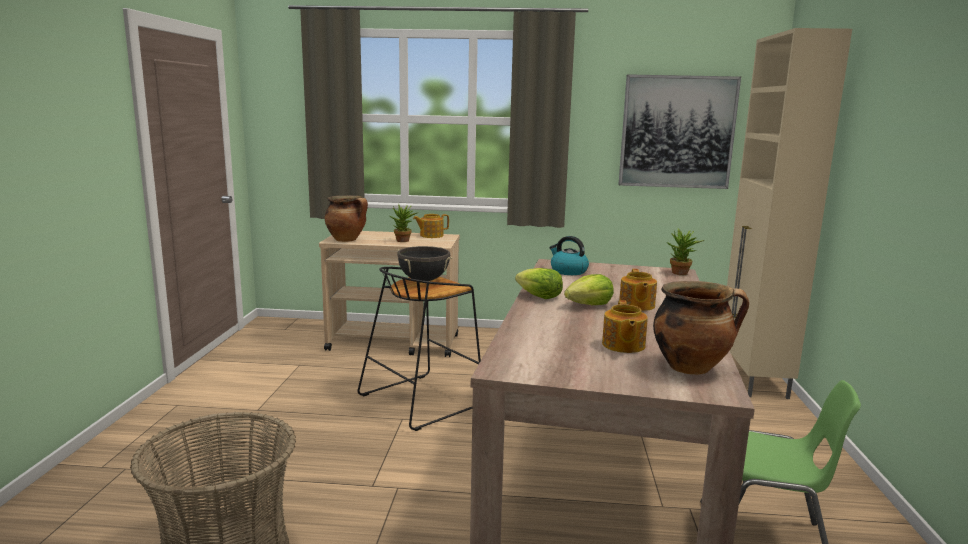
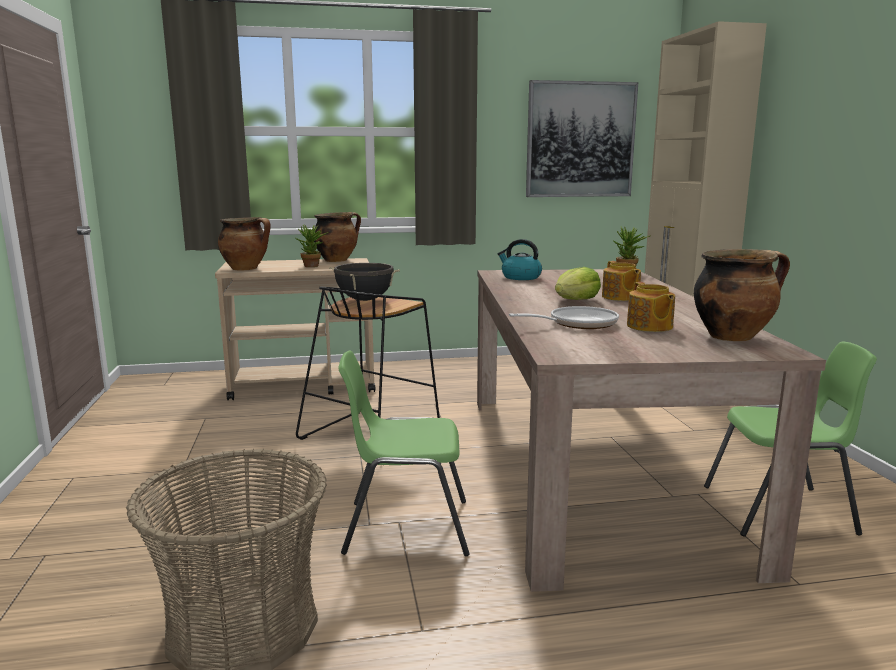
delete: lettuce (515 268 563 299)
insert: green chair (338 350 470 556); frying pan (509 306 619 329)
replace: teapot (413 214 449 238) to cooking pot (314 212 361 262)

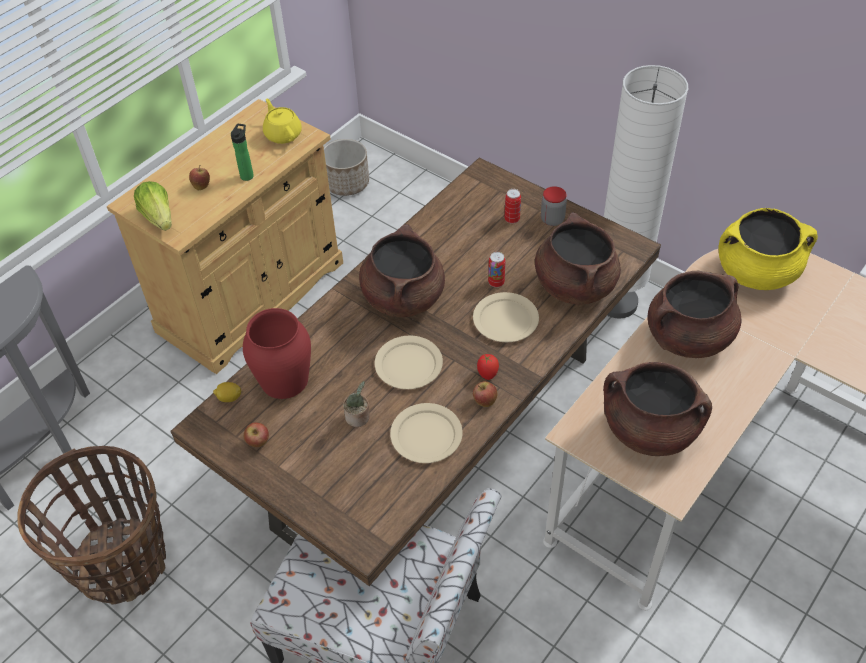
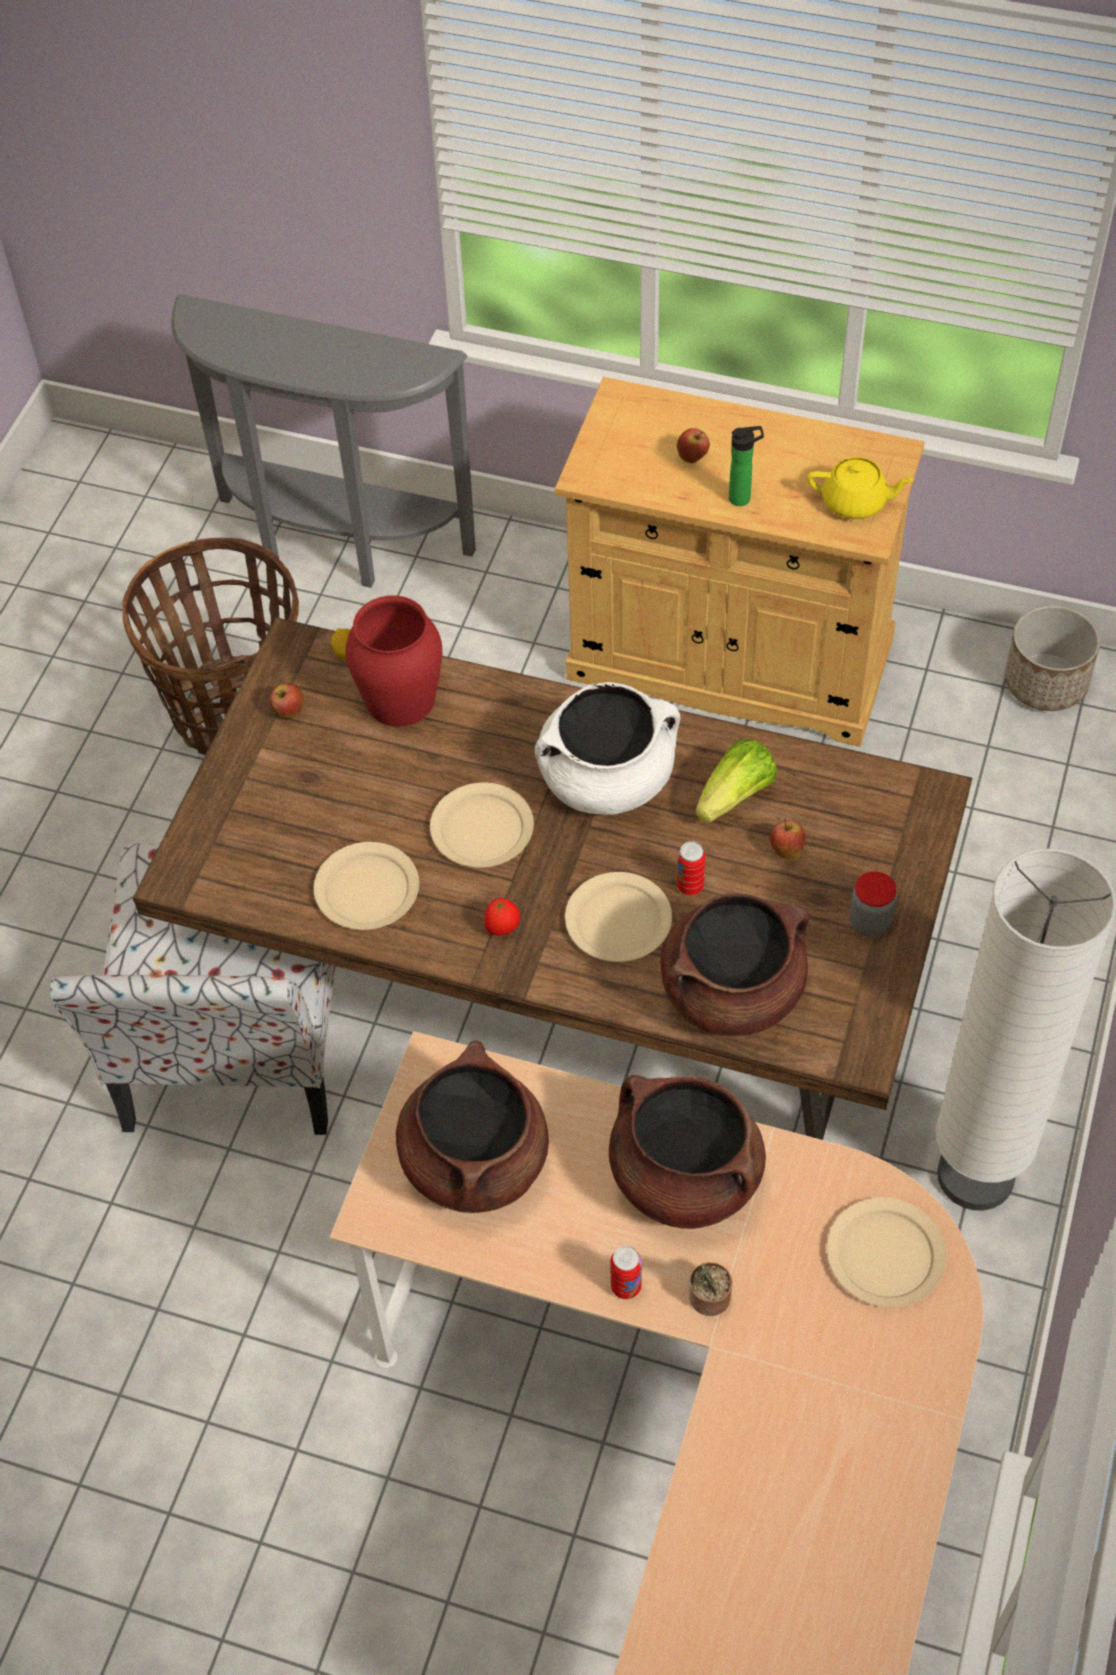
move: lettuce (134 181 172 231) to (696 739 777 823); plant in a pot (343 381 370 427) to (689 1262 733 1316); whole apple (473 381 498 407) to (770 818 806 860); metal can (504 189 521 224) to (610 1246 642 1299)
replace: yellow cooking pot (719 208 818 290) to beige dinner plate (827 1197 946 1308)
recolor: brown cooking pot (359 224 445 317) to white-coloured cooking pot (535 682 680 815)
rotate: yellow teapot (263 98 302 144) = (807 457 914 519) 60 degrees clockwise

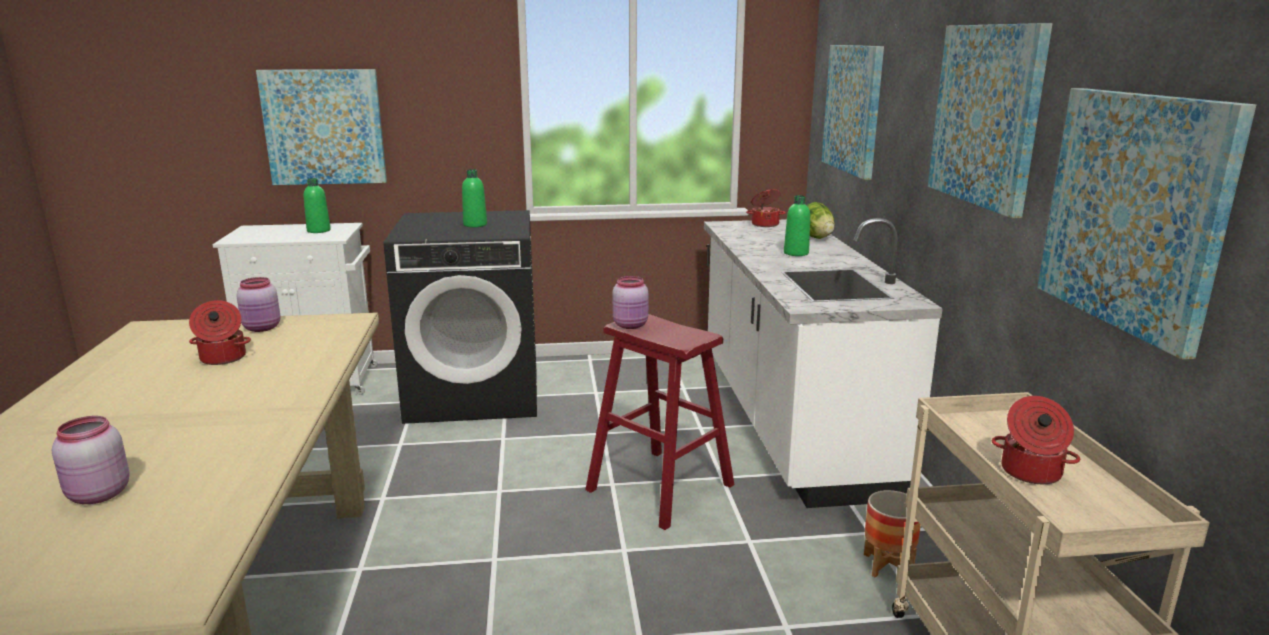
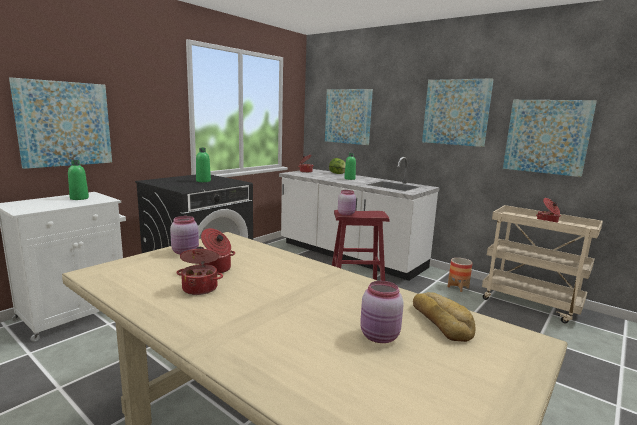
insert: cooking pot (176 247 223 295); bread (413 292 475 342)

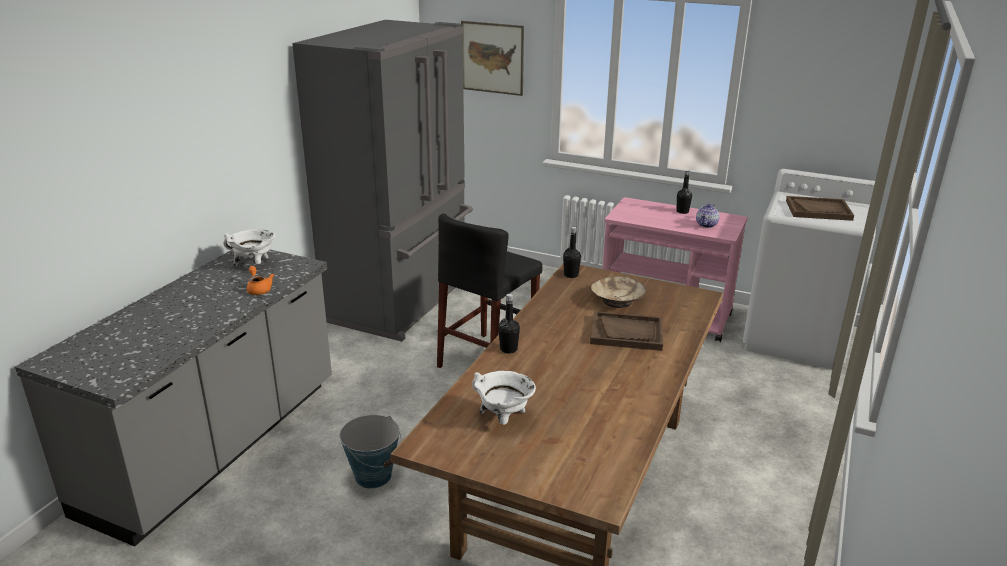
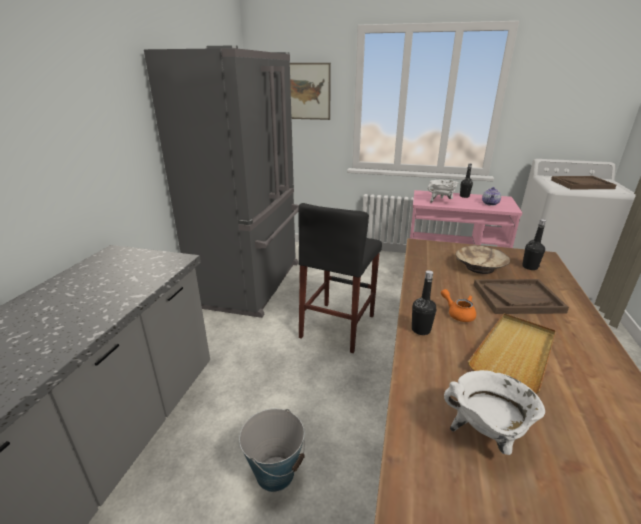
insert: beige tray (468 313 556 394)
move: white-coloured cooking pot (223 229 275 267) to (428 180 459 203); orangey teapot (247 266 274 295) to (441 289 476 322); black beverage bottle (563 227 581 278) to (522 219 546 270)

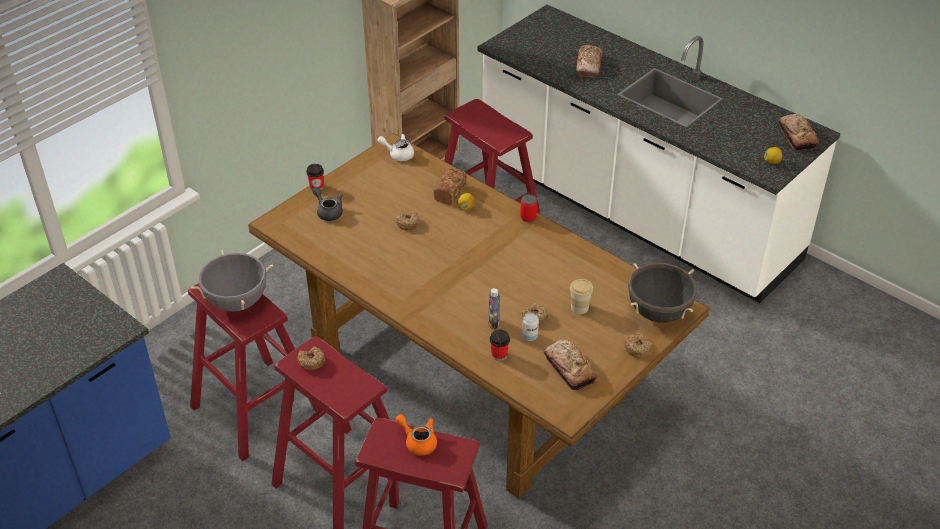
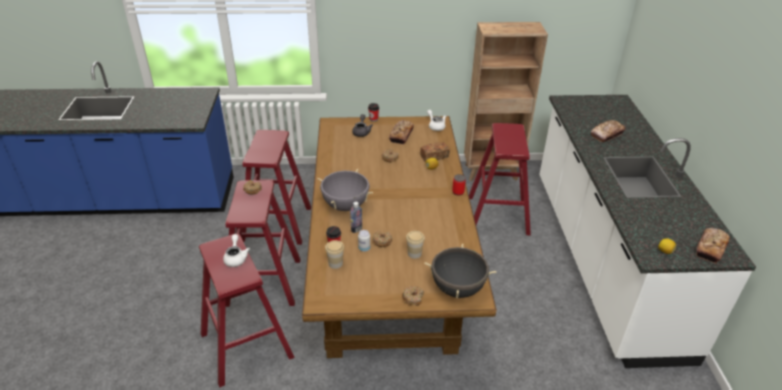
insert: cup (325 240 344 269)
move: gray cooking pot (191 251 273 312) to (318 169 373 211); bread (544 340 597 390) to (389 120 414 144)
recolor: orangey teapot (396 414 437 456) to white-coloured teapot (223 234 250 267)

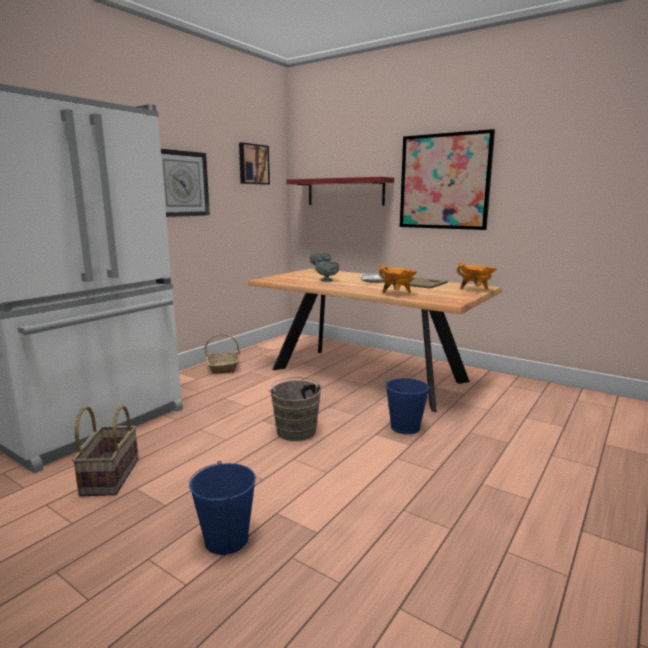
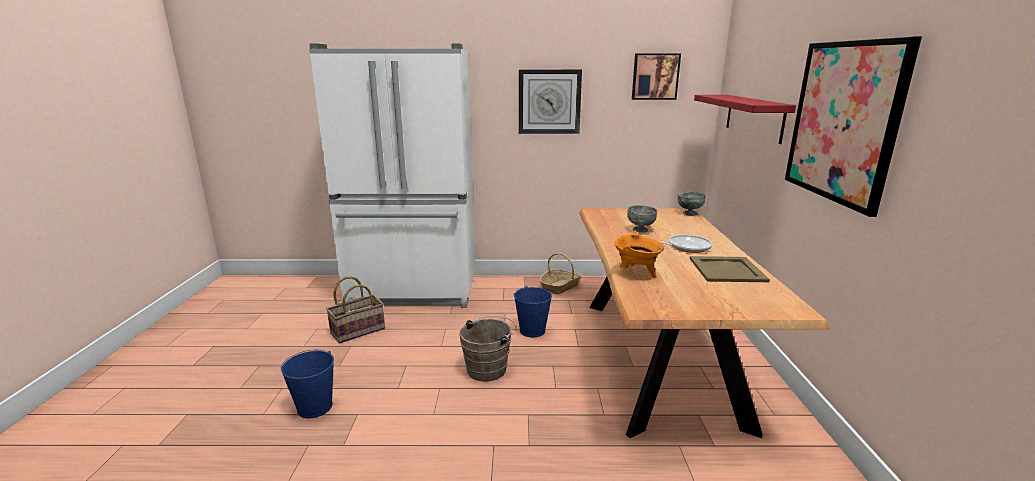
delete: orangey cooking pot (457 262 497 289)
move: blue-coloured pail (385 378 430 434) to (514 286 552 338)

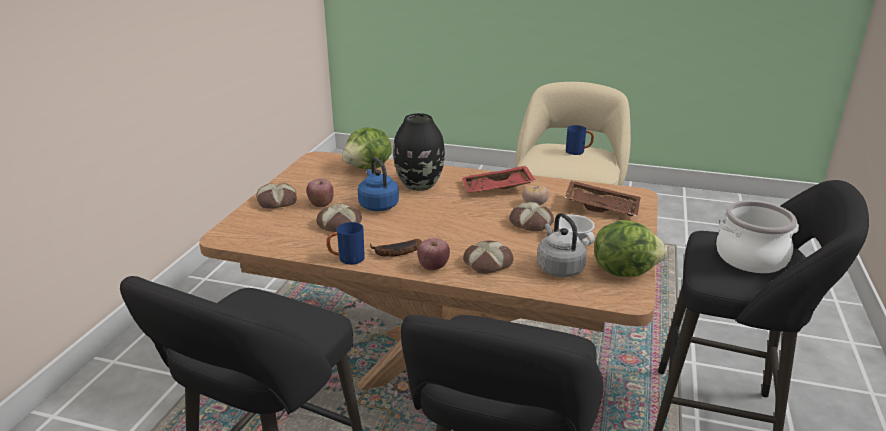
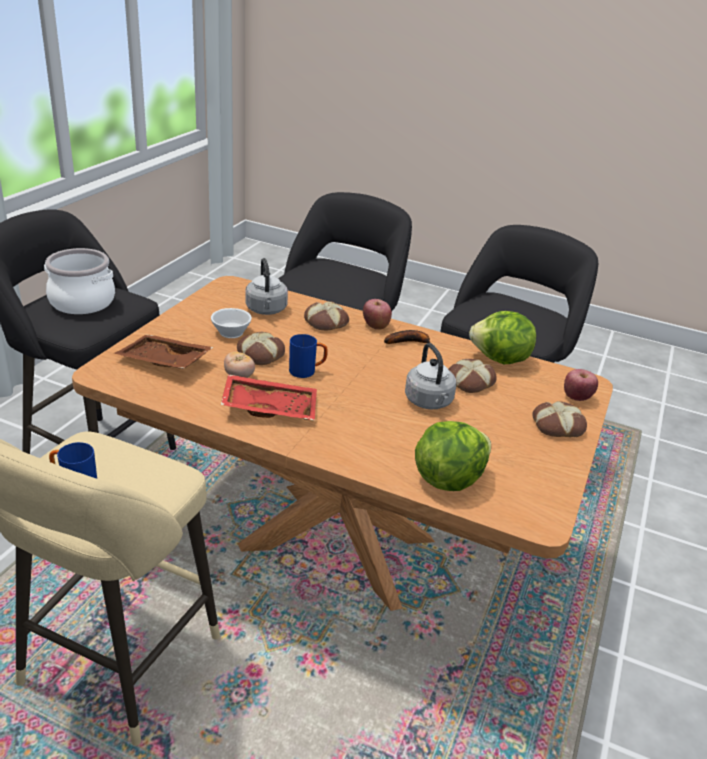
delete: black decorative vase (393 113 445 191)
move: whole apple (306 179 334 207) to (564 369 598 401); blue-coloured tea mug (327 222 365 265) to (289 334 328 378); lettuce (594 220 667 277) to (469 311 536 364)
recolor: blue-coloured water kettle (358 157 399 211) to gray water kettle (405 343 456 409)

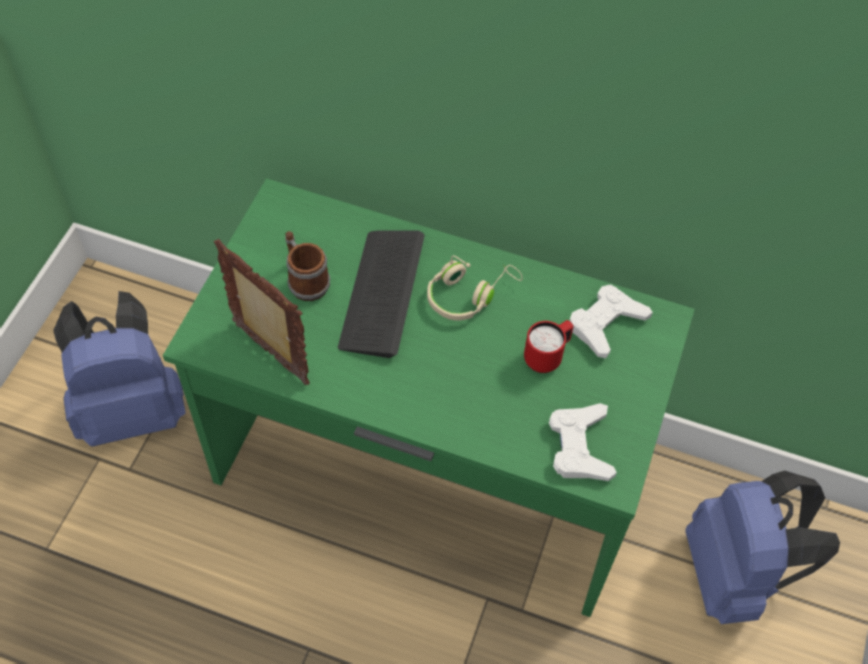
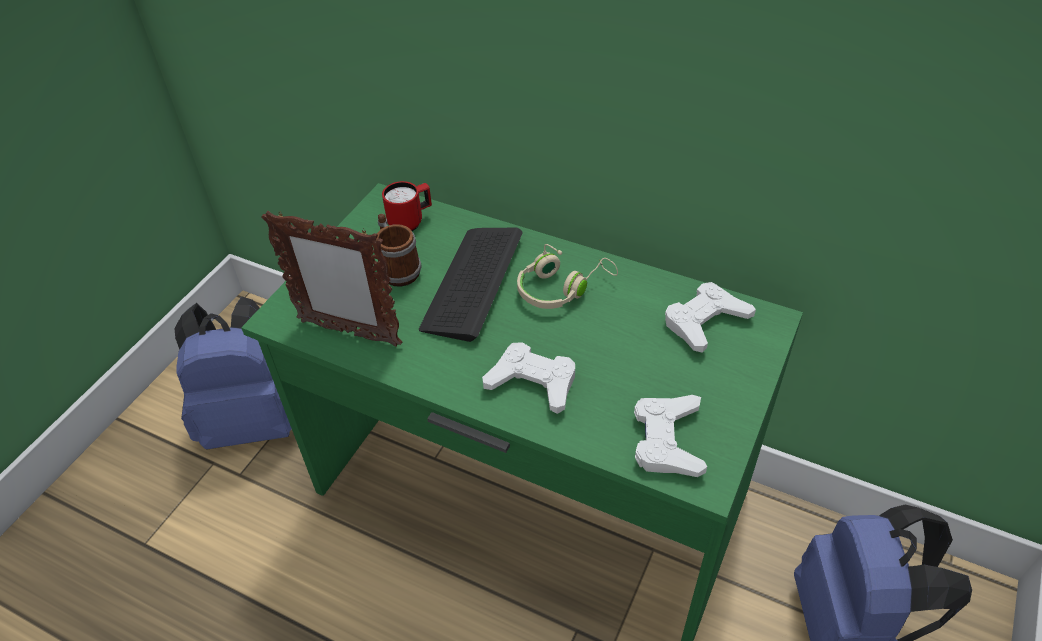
insert: white-coloured gamepad (482 342 575 414)
move: red-coloured tea mug (524 320 574 373) to (382 181 432 231)
rotate: photo frame (214 239 310 385) = (261 211 402 347) 150 degrees clockwise

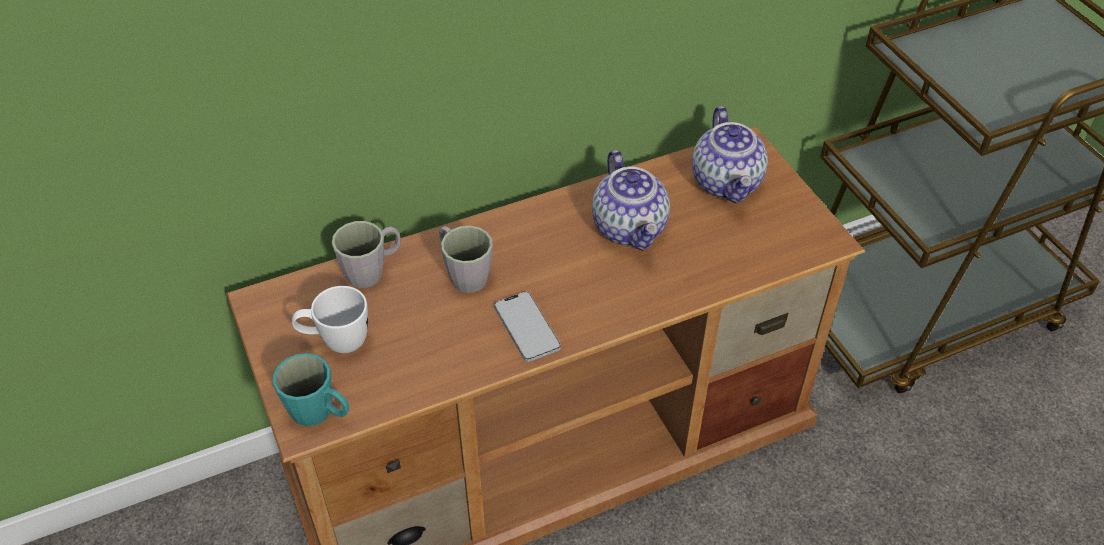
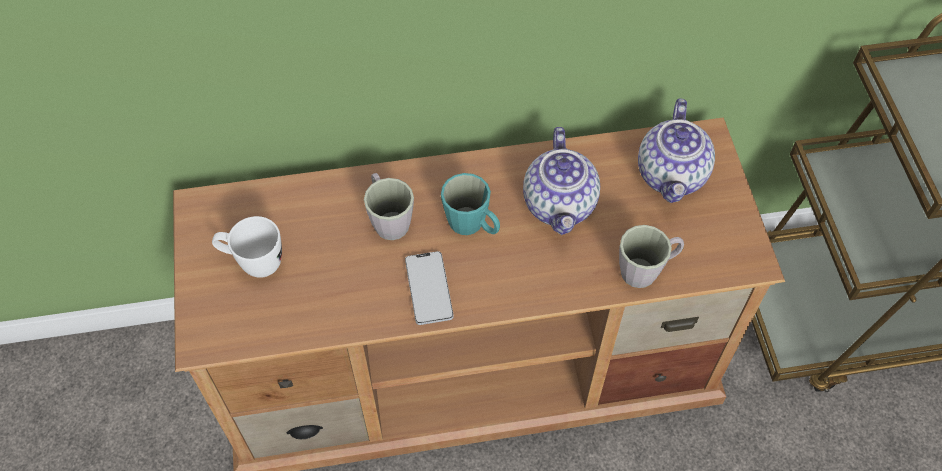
move: turquoise tea mug (273 353 349 426) to (441 173 500 235); gray tea mug (332 221 401 288) to (619 225 684 288)

